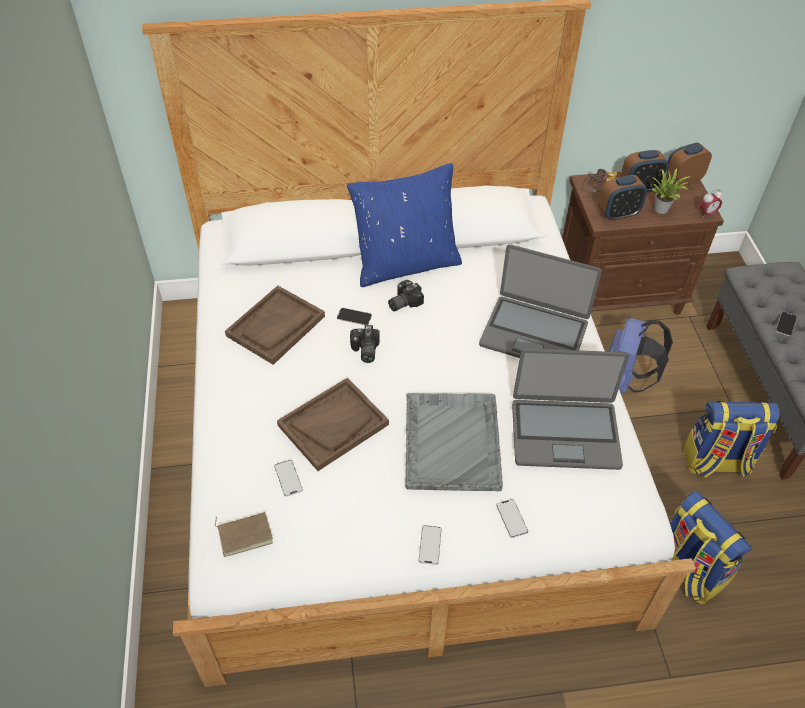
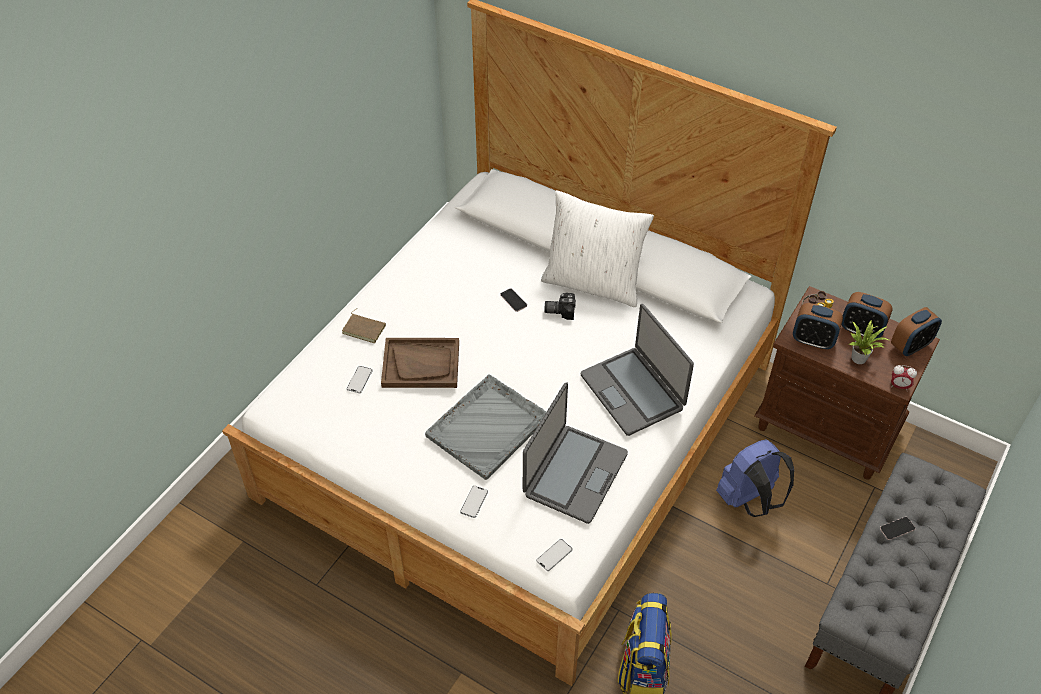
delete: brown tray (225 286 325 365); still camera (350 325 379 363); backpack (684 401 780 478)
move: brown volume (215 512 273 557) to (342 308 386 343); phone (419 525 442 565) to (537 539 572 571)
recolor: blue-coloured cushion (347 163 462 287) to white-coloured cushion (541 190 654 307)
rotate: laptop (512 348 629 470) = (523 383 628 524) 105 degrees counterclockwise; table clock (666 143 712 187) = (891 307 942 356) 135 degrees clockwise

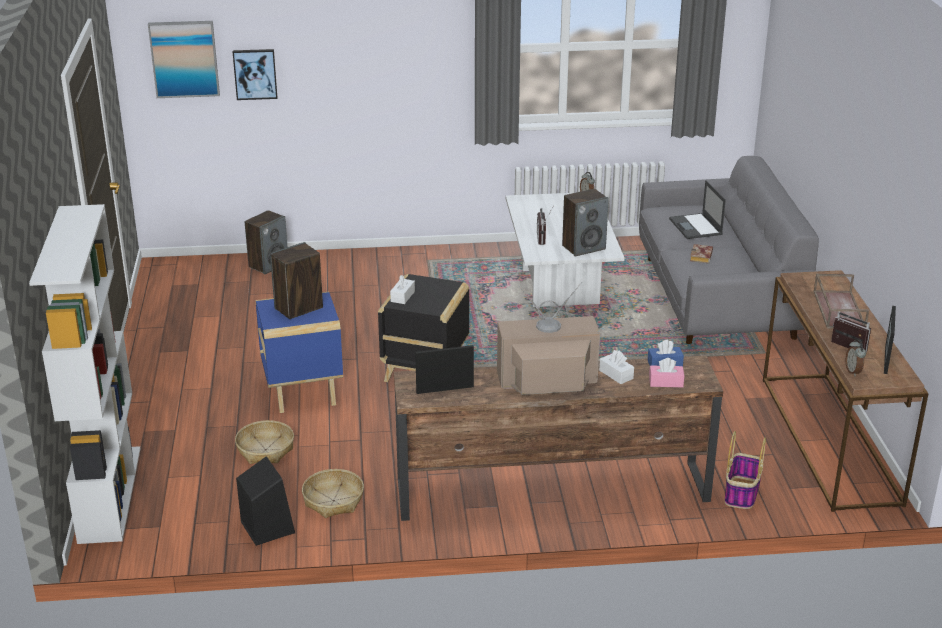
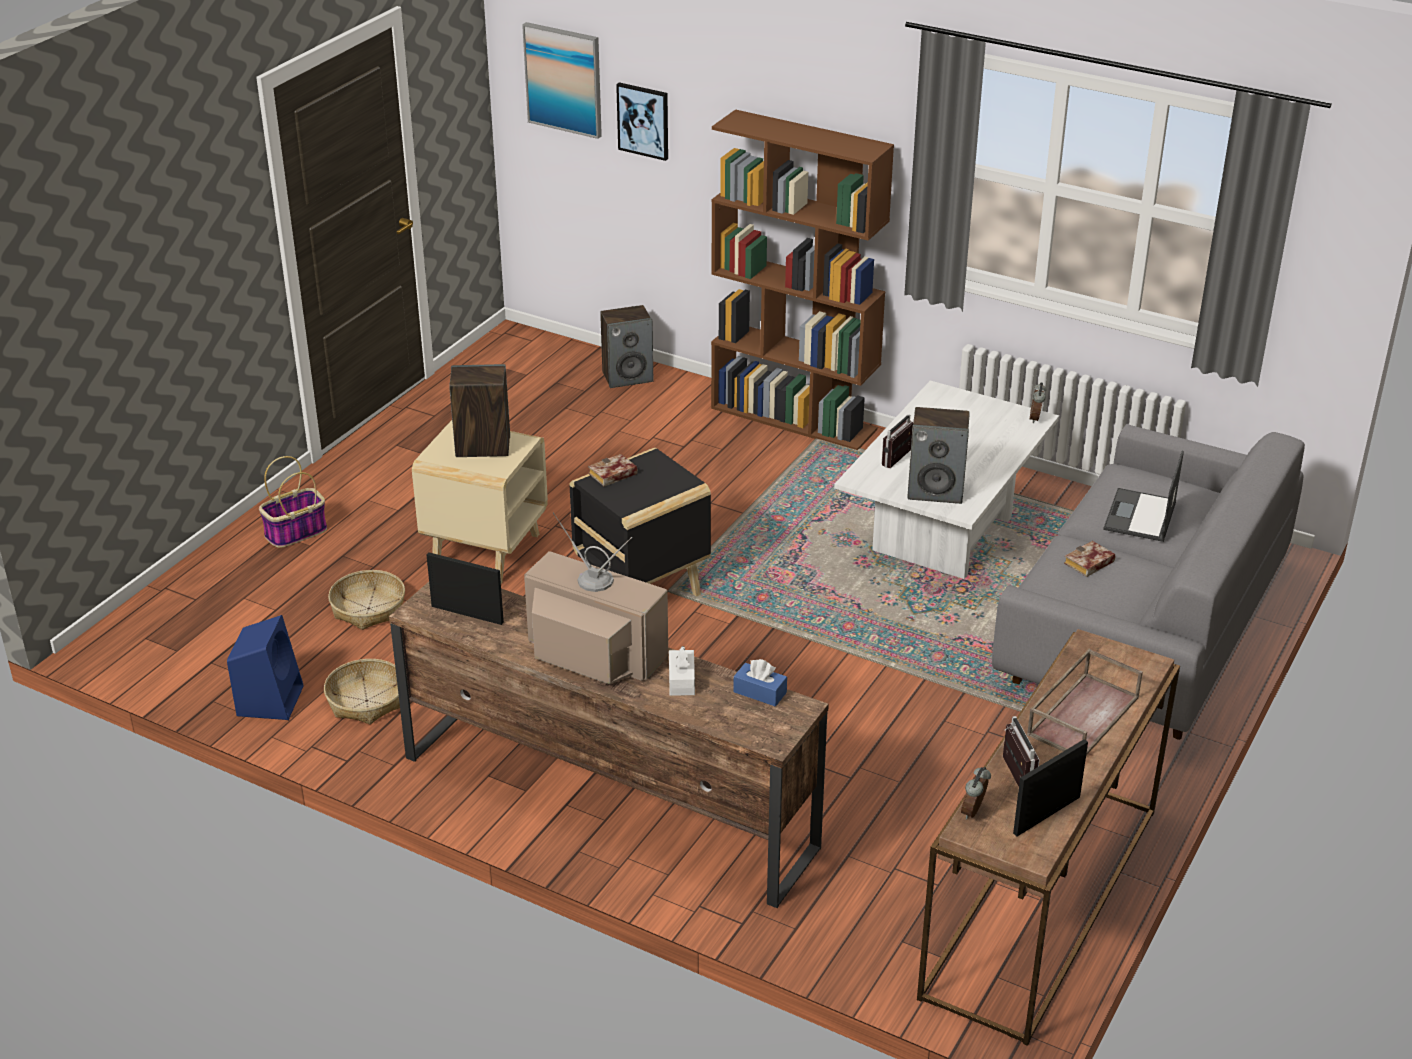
delete: white-coloured shelving unit (29 204 141 544); pinkish tissue holder (649 358 684 387)
insert: brown shelving unit (711 109 894 450)
move: basket (724 431 766 509) to (259 456 327 548)
replace: white-coloured tissue holder (390 275 415 304) to volume (588 454 638 487)
recolor: black audio speaker (236 456 295 546) to blue-coloured audio speaker (227 615 304 720); blue-coloured accent table (256 292 343 413) to beige accent table (412 420 548 584)

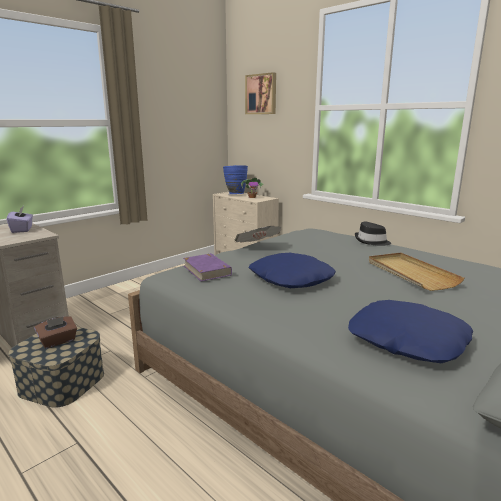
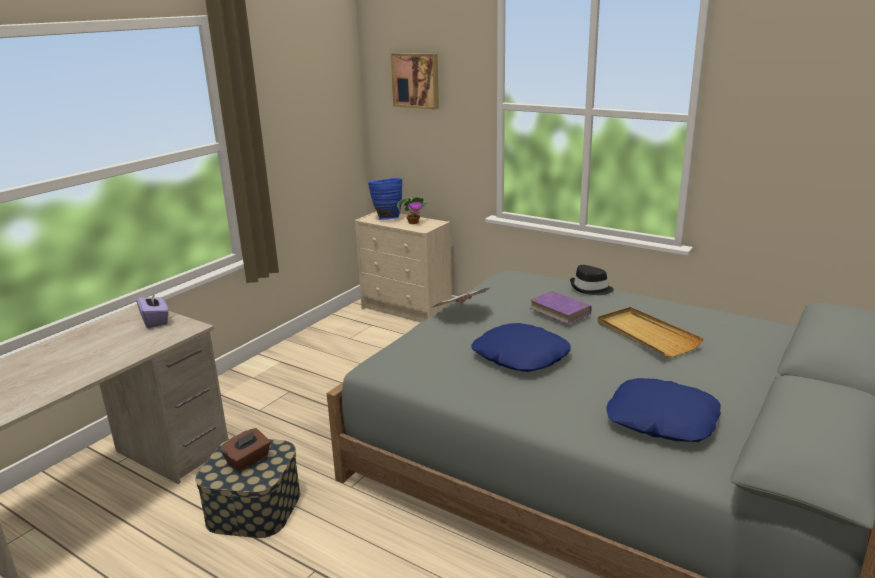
move: purple volume (183 253 232 281) to (530 291 592 324)

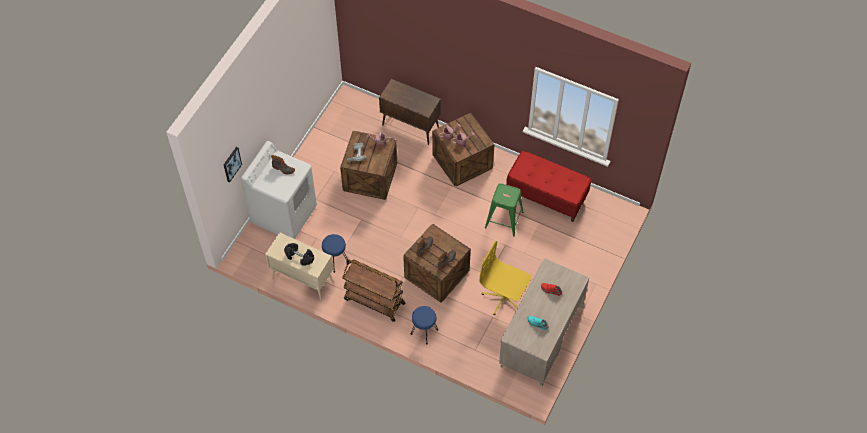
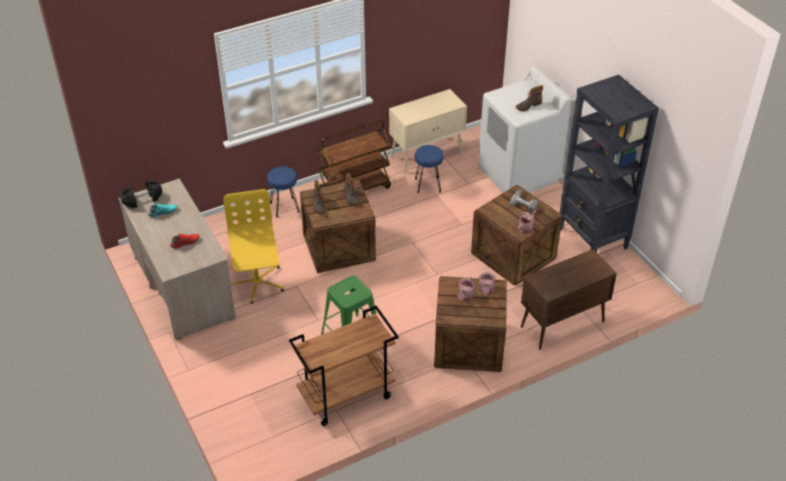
delete: wall art (224 147 242 183)
insert: black shelving unit (559 75 659 252)
move: black hand weight (284 243 314 266) to (120 180 162 209)
replace: red-coloured long seat (506 150 591 222) to brown trolley (289 306 399 426)
rotate: yellow desk chair (479 241 531 315) = (223 189 284 304) 75 degrees counterclockwise

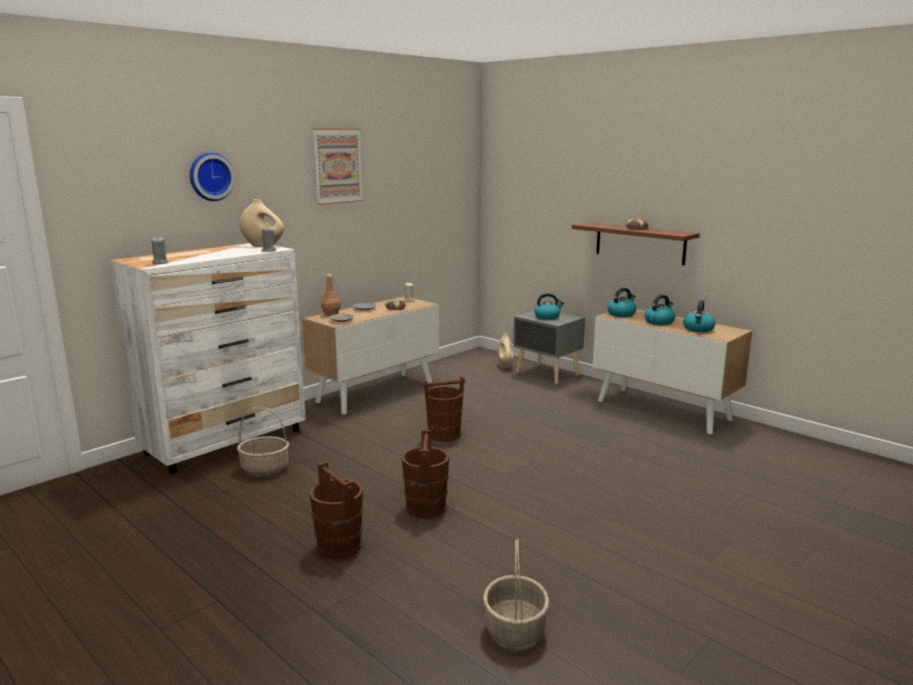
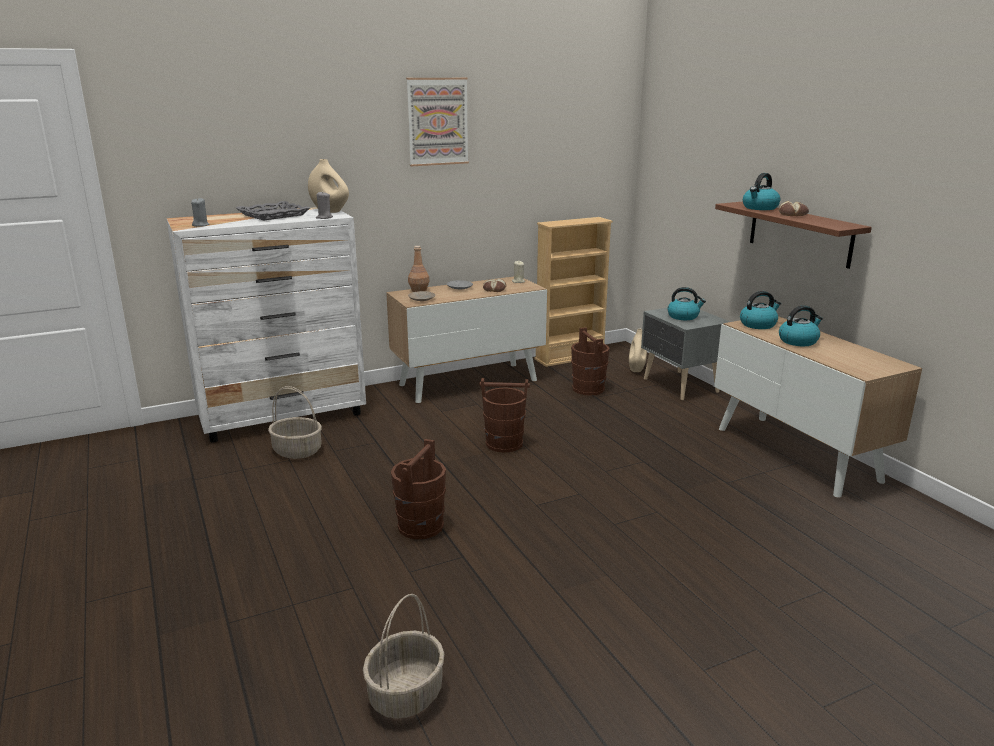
delete: hanging clock (190 152 235 201)
insert: gray tray (236 201 310 221); beige shelving unit (535 217 613 367)
move: brown pail (309 461 363 559) to (571 327 610 396); water kettle (683 300 716 332) to (743 173 780 210)

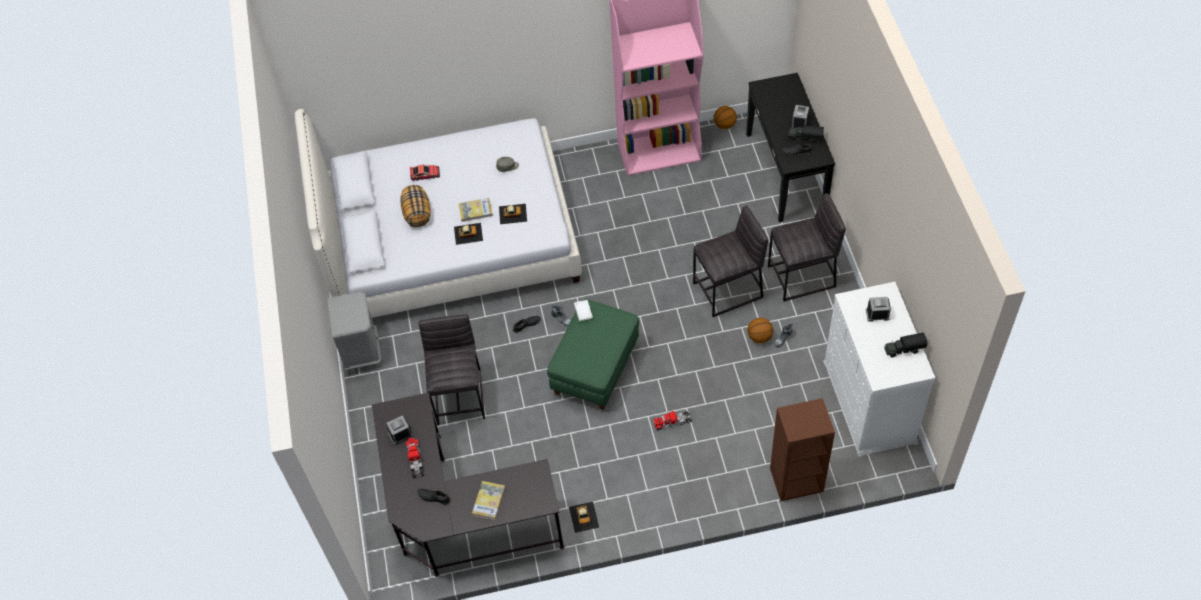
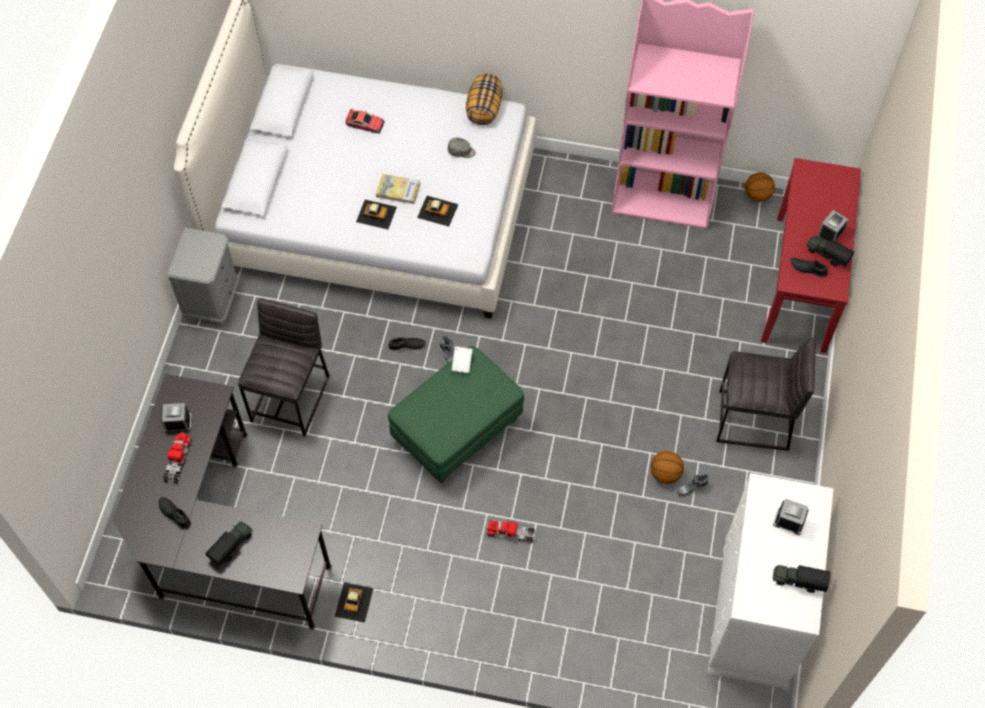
delete: gray stool seat (693 205 768 317); brown shelving unit (770 398 835 501)
move: cushion (401 185 431 227) to (466 73 503 125)
replace: volume (472 481 505 520) to toy lorry (205 521 253 566)
recolor: black console table (746 73 835 222) to red-coloured console table (761 158 861 353)

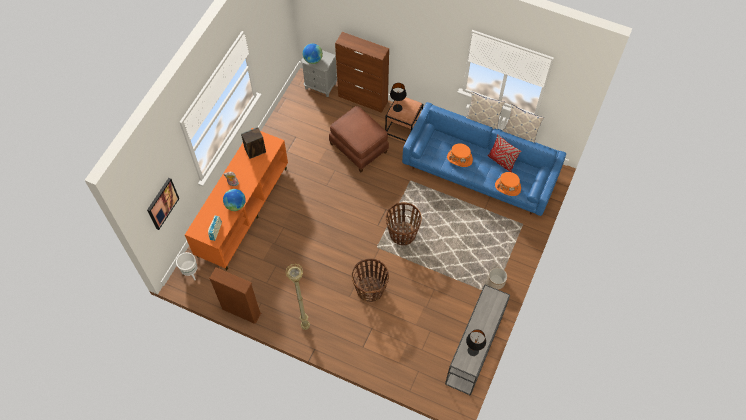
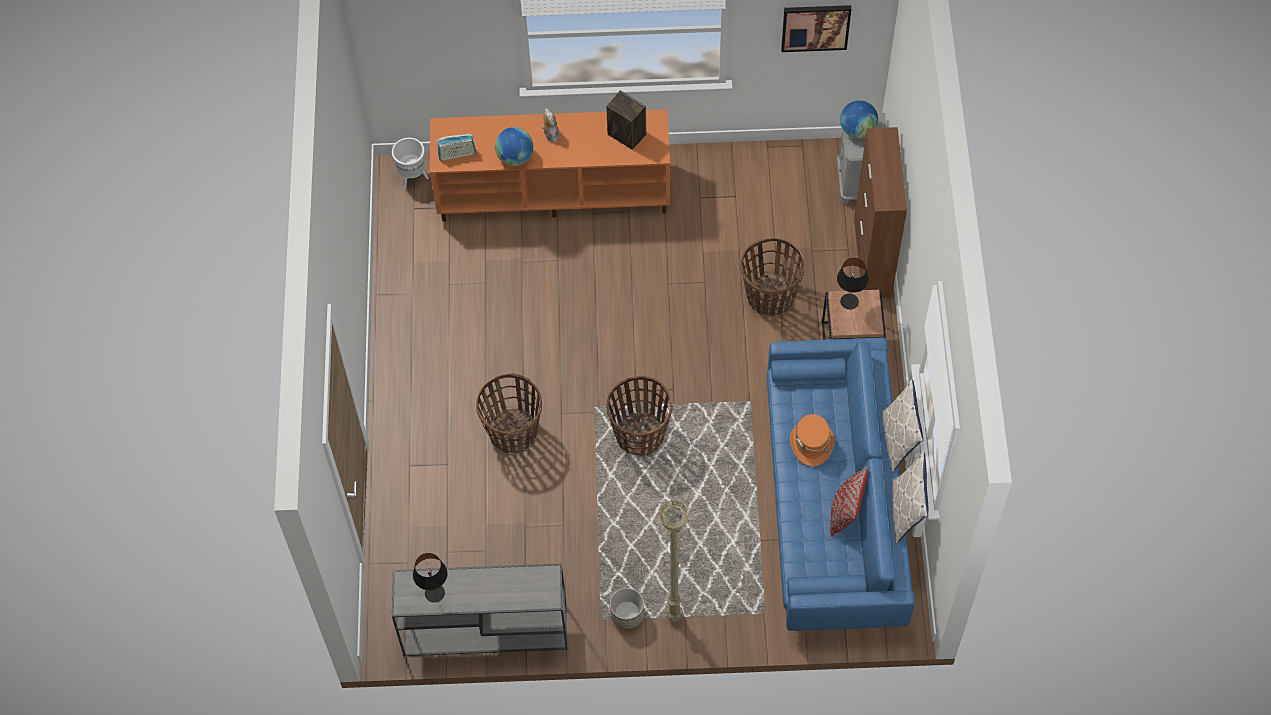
delete: brown shelving unit (209 267 261 324); orangey clothing hat (495 172 521 196)
move: wall art (147 178 179 230) to (781 5 851 52); beige standard lamp (285 263 310 330) to (658 499 690 621)
replace: brown pouffe (329 106 389 172) to basket (741 237 805 316)

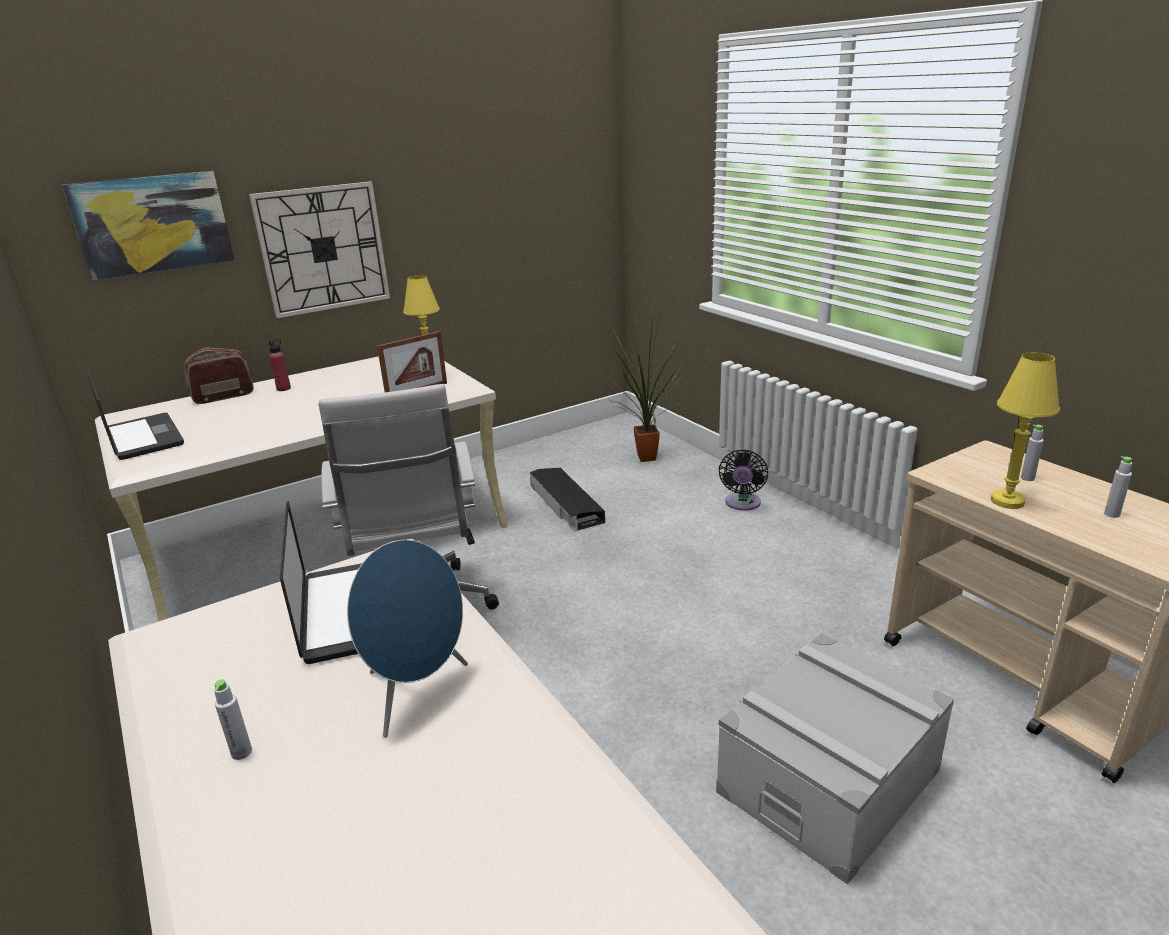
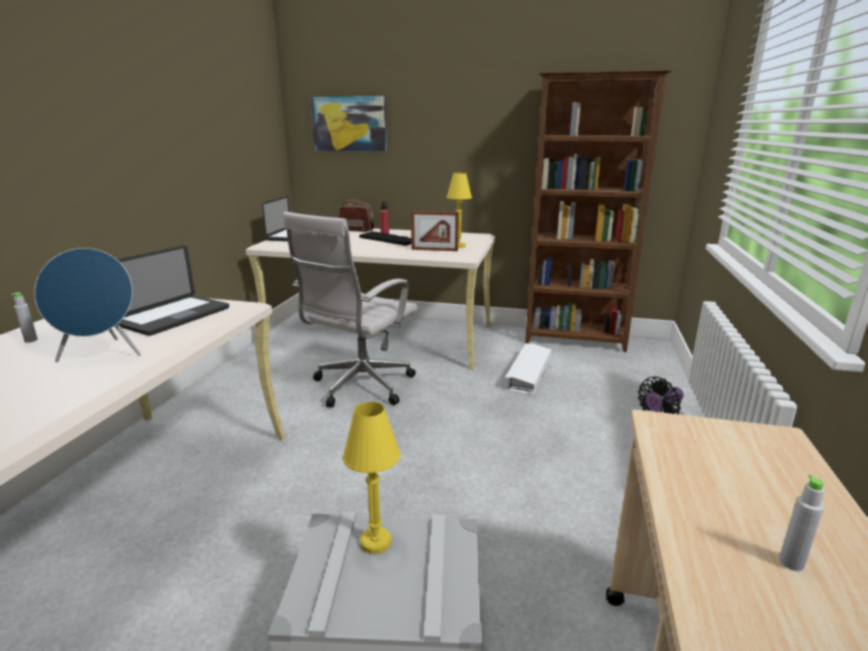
delete: hanging clock (249 181 390 318); plant in a pot (607 294 686 462); gray beverage bottle (1021 425 1044 481)
insert: computer keyboard (359 231 411 246); brown shelving unit (525 70 672 352)
move: yellow table lamp (990 353 1060 509) to (343 402 400 554)
recolor: black storage box (530 468 606 530) to white-coloured storage box (505 344 551 395)

